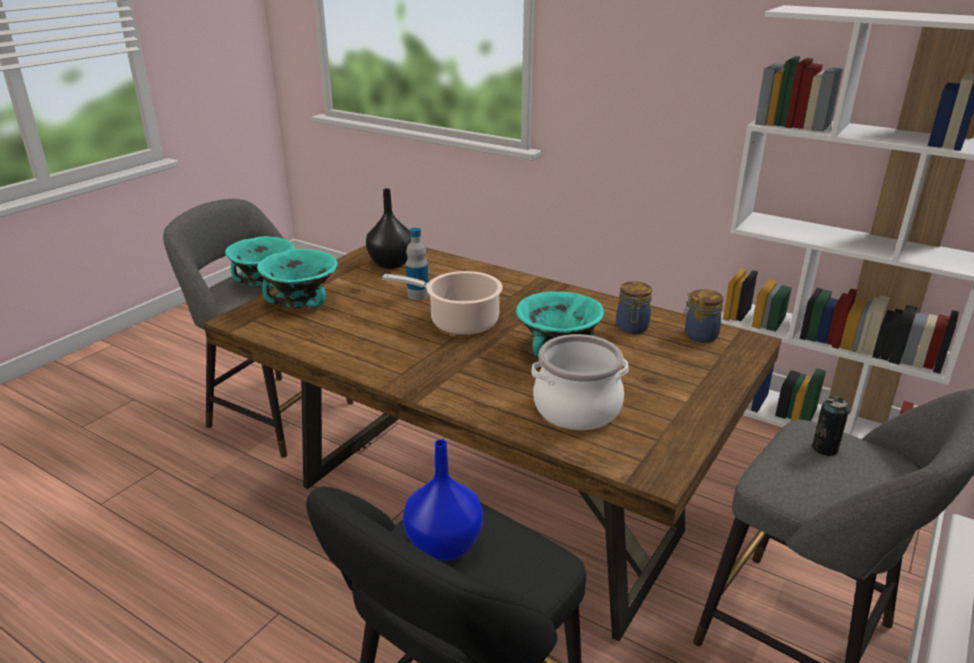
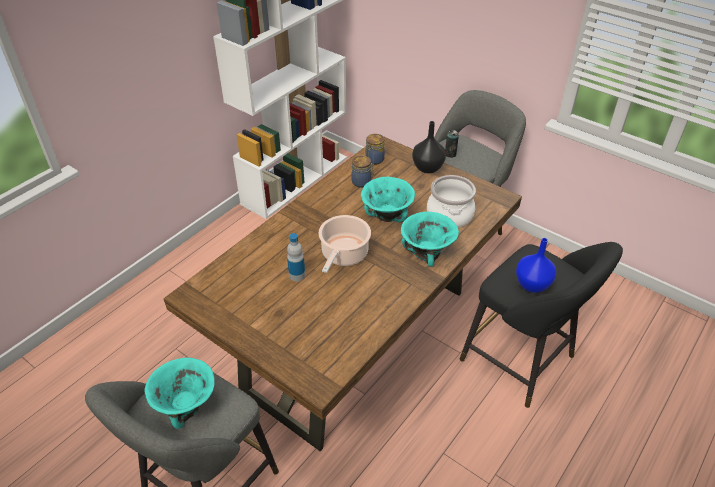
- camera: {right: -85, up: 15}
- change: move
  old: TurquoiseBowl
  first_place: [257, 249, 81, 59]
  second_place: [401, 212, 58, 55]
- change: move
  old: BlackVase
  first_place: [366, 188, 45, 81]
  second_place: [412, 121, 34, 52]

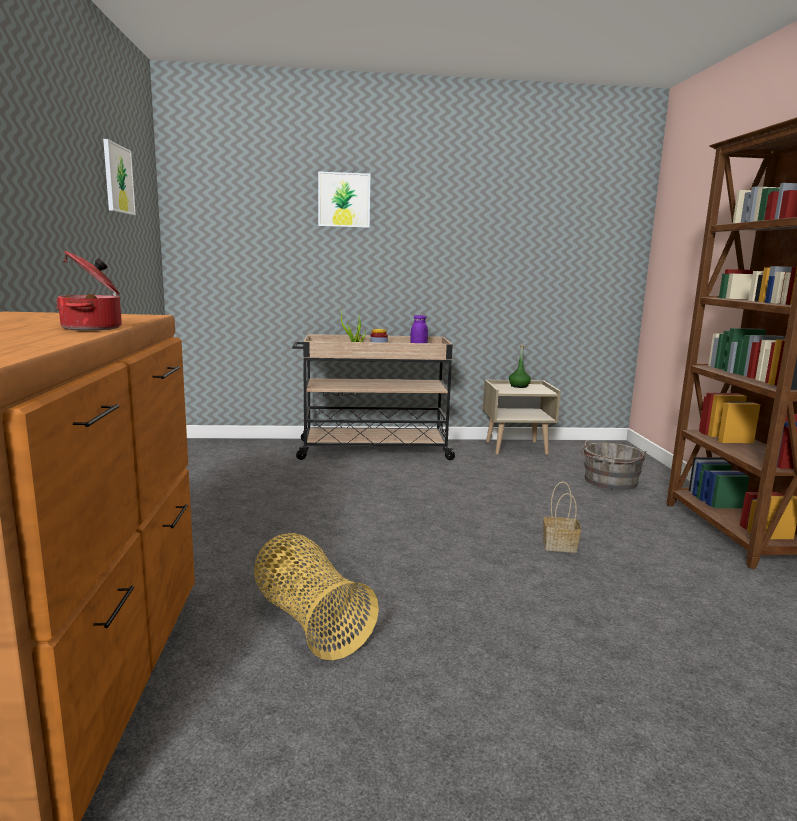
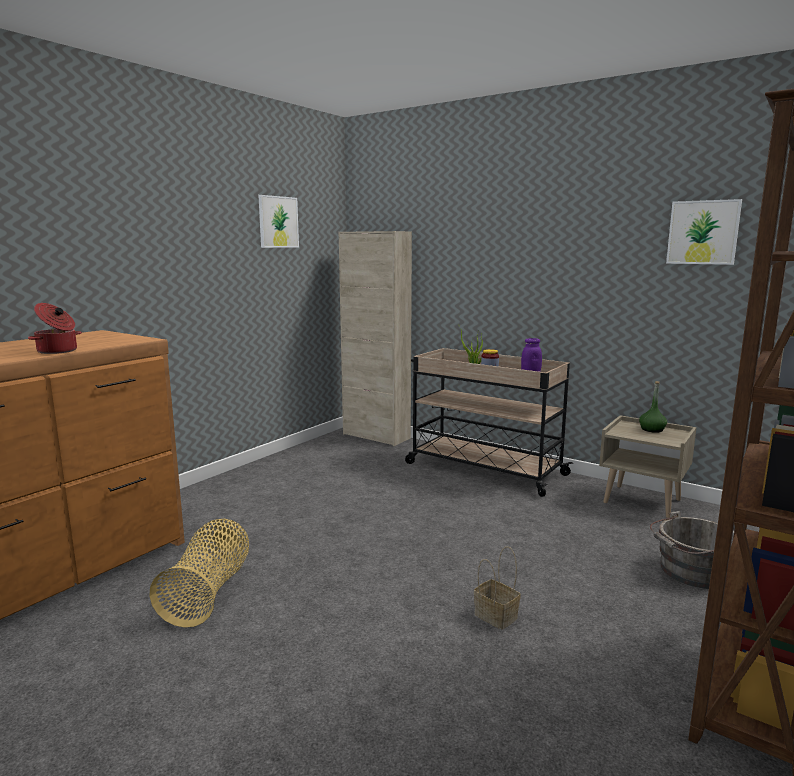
- camera: {right: 40, up: 0}
- change: insert
  new: BeigeCabinet
  second_place: [339, 231, 73, 215]
- change: move
  old: Picture
  first_place: [318, 171, 52, 57]
  second_place: [666, 199, 76, 66]

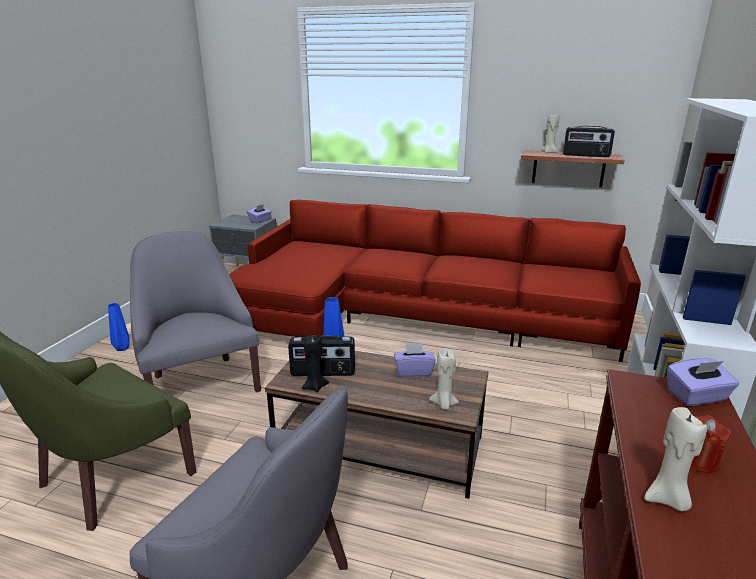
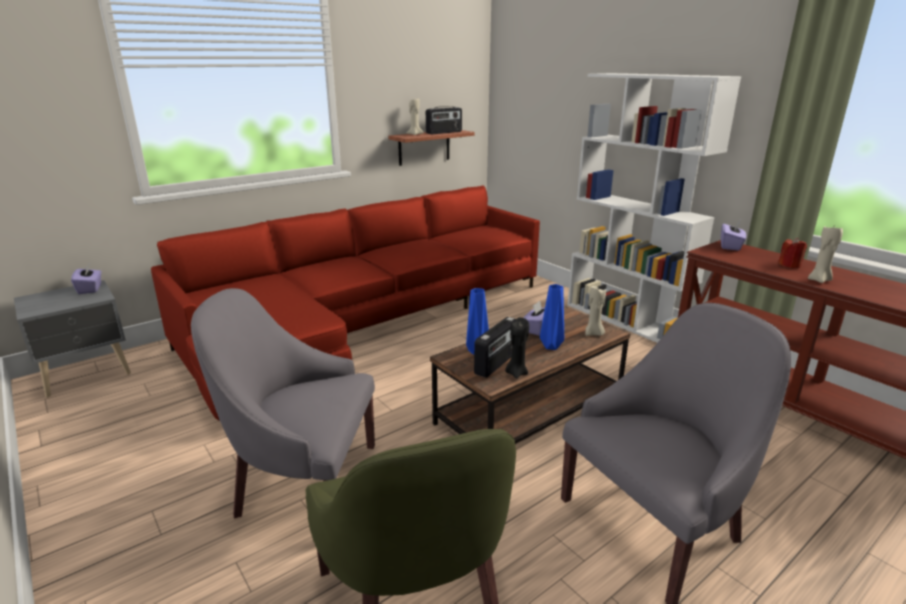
- camera: {right: -55, up: 0}
- change: move
  old: BlueVase
  first_place: [108, 303, 22, 48]
  second_place: [540, 284, 24, 66]

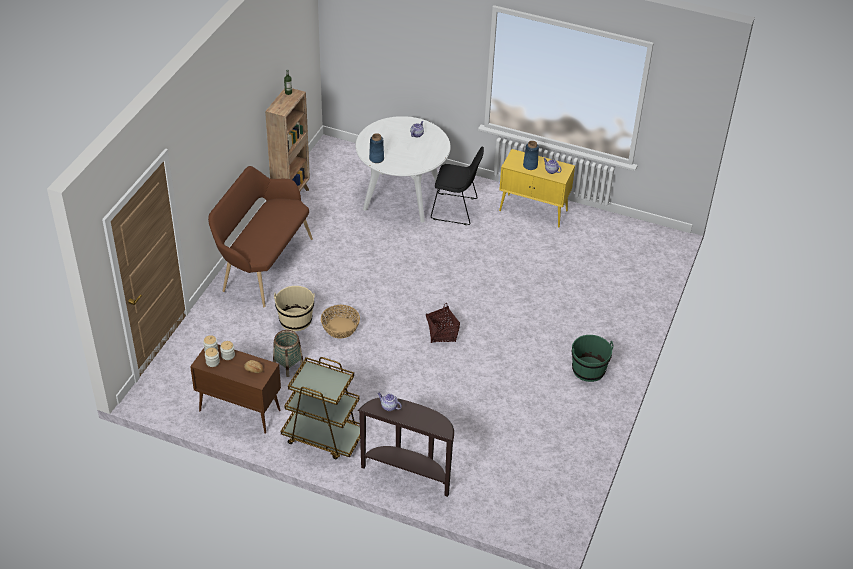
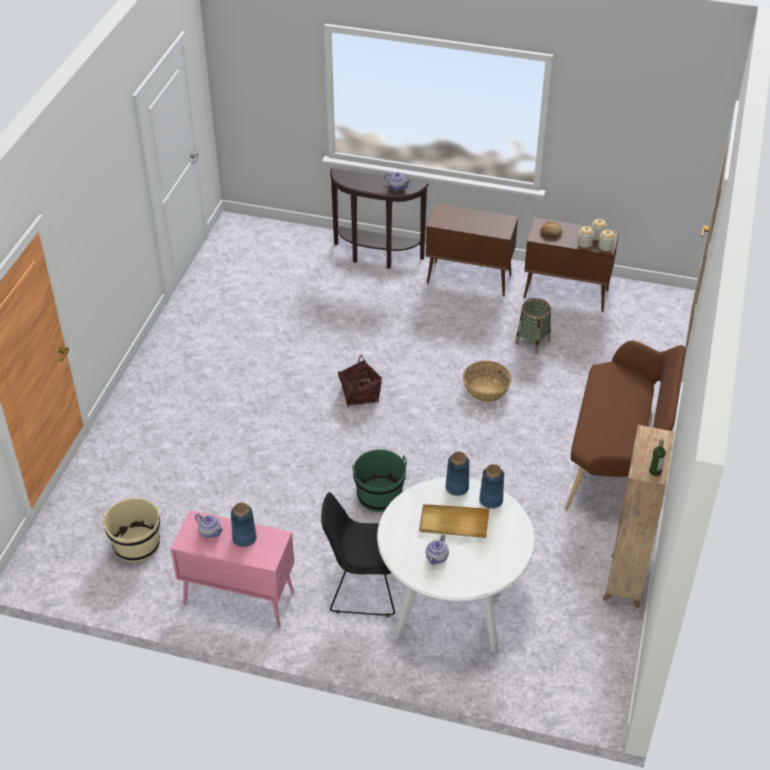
- camera: {right: 175, up: 0}
- change: move
  old: BeigeBucket
  first_place: [274, 286, 41, 45]
  second_place: [101, 498, 59, 64]
- change: recolor
  old: YellowCabinet
  new: PinkCabinet
  first_place: [499, 149, 76, 78]
  second_place: [170, 510, 124, 117]
- change: move
  old: GreenBucket
  first_place: [572, 335, 42, 47]
  second_place: [352, 449, 55, 63]
- change: insert
  new: BeigeTray
  second_place: [419, 504, 70, 34]
- change: replace
  old: BrownCart
  new: BrownCabinet
  first_place: [281, 357, 79, 102]
  second_place: [426, 203, 92, 94]
- change: insert
  new: BlueVase
  second_place: [445, 452, 24, 44]

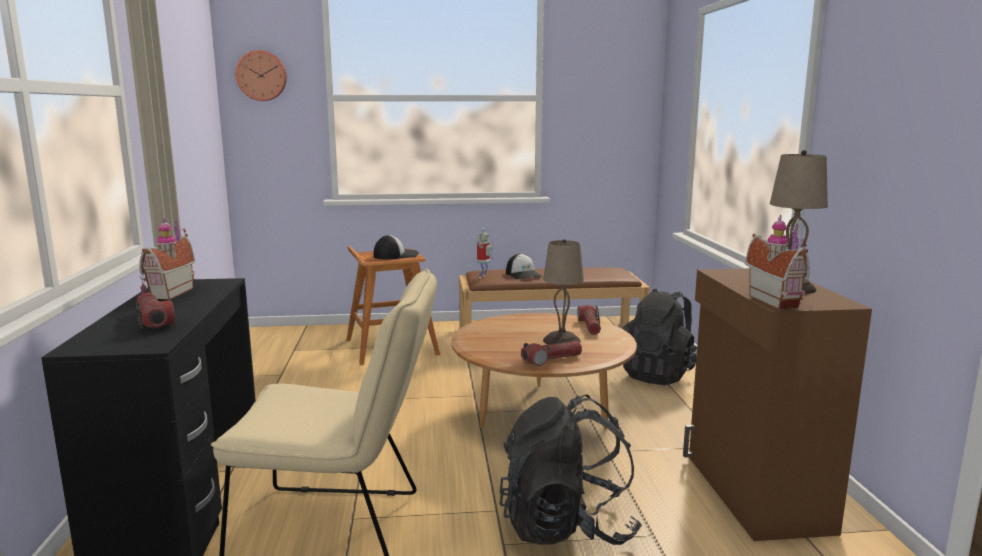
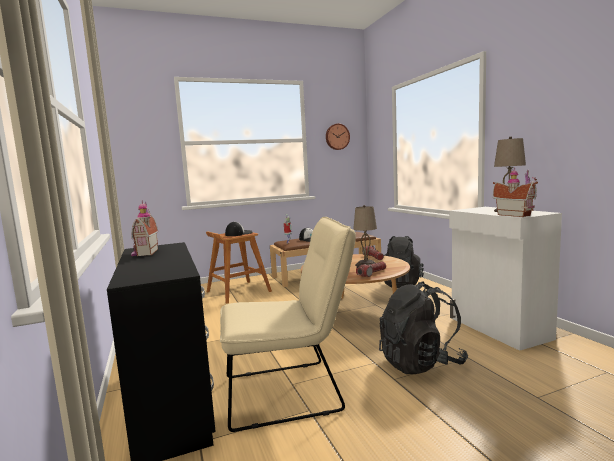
- camera: {right: -15, up: -5}
- change: move
  old: WallClock
  first_place: [235, 50, 52, 51]
  second_place: [326, 124, 24, 26]
- change: recolor
  old: BrownCabinet
  new: WhiteCabinet
  first_place: [683, 268, 189, 273]
  second_place: [449, 207, 113, 144]
- change: delete
  old: Flashlight
  first_place: [136, 293, 39, 36]

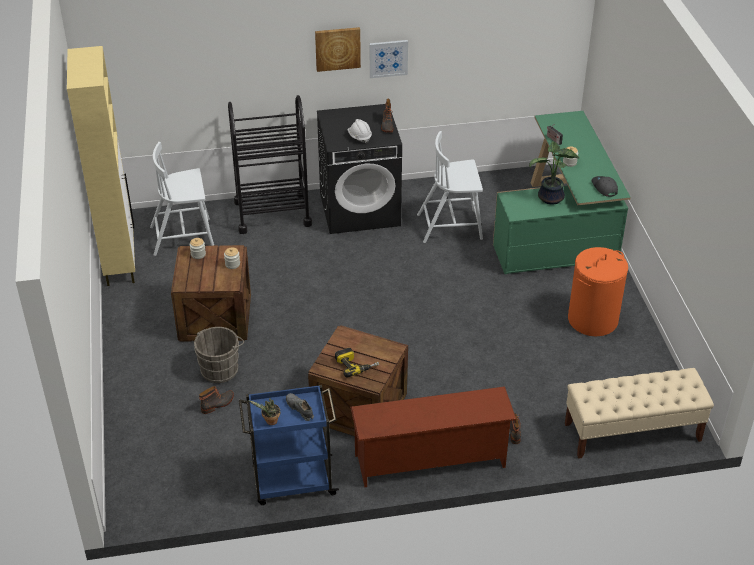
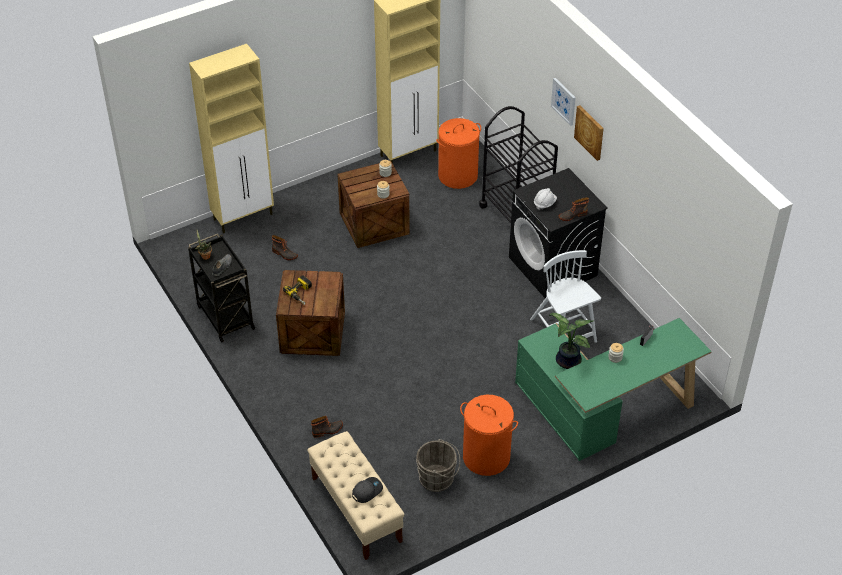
- camera: {right: 70, up: 5}
- change: recolor
  old: BlueCart
  new: BlackCart
  first_place: [239, 385, 100, 120]
  second_place: [188, 234, 67, 109]
- change: insert
  new: BeigeCabinet
  second_place: [189, 44, 85, 189]
- change: move
  old: GreyCap
  first_place: [592, 176, 26, 21]
  second_place: [352, 477, 31, 26]
- change: move
  old: GreyBucket
  first_place: [194, 327, 50, 56]
  second_place: [416, 439, 44, 53]
- change: replace
  old: WhiteChair
  new: OrangeLaundryBasket
  first_place: [150, 142, 64, 114]
  second_place: [436, 118, 45, 71]
- change: move
  old: Picture
  first_place: [370, 40, 38, 38]
  second_place: [551, 78, 25, 48]
- change: delete
  old: BrownShoeRack
  first_place: [350, 387, 167, 100]

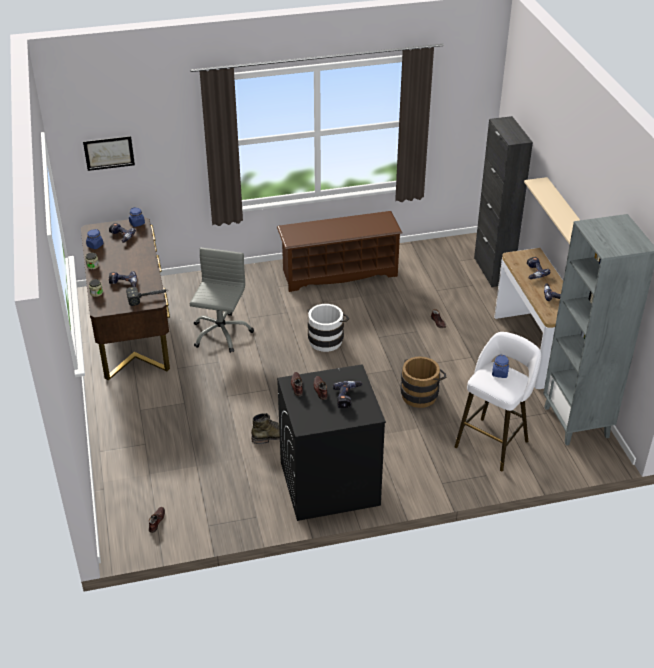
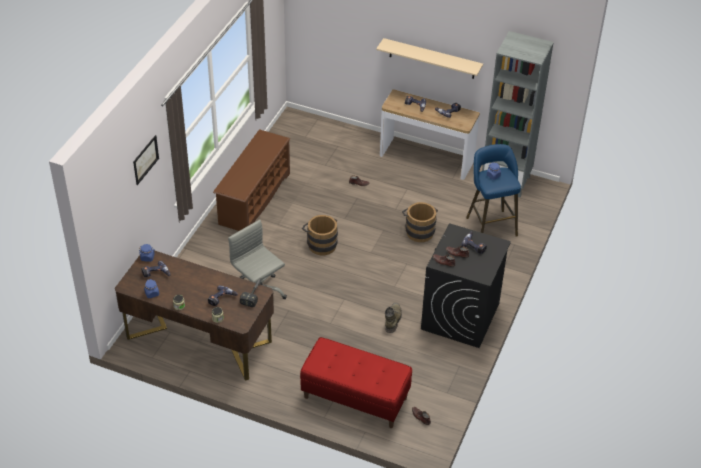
- camera: {right: -55, up: 5}
- change: move
  old: Picture
  first_place: [83, 136, 52, 35]
  second_place: [133, 135, 26, 50]
- change: insert
  new: RedBench
  second_place: [300, 337, 112, 91]
- change: recolor
  old: WhiteBucket
  new: BrownBucket
  first_place: [307, 304, 42, 48]
  second_place: [302, 215, 36, 40]
- change: recolor
  old: WhiteStool
  new: BlueStool
  first_place: [454, 332, 87, 140]
  second_place: [466, 144, 55, 93]
- change: delete
  old: BlackCabinet
  first_place: [474, 116, 59, 171]

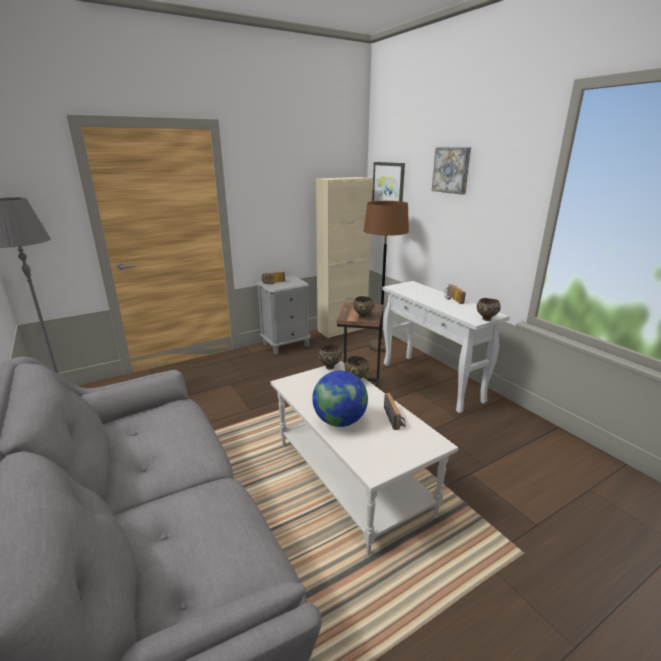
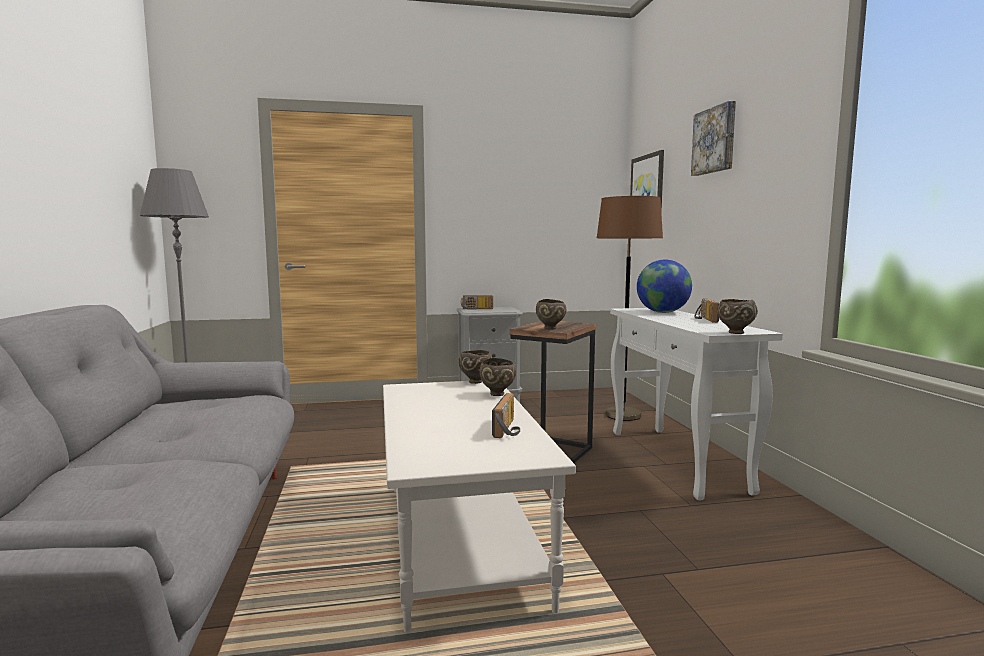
- camera: {right: 20, up: -15}
- change: move
  old: Globe
  first_place: [312, 371, 56, 56]
  second_place: [637, 260, 55, 53]
- change: delete
  old: BeigeCabinet
  first_place: [316, 177, 57, 161]

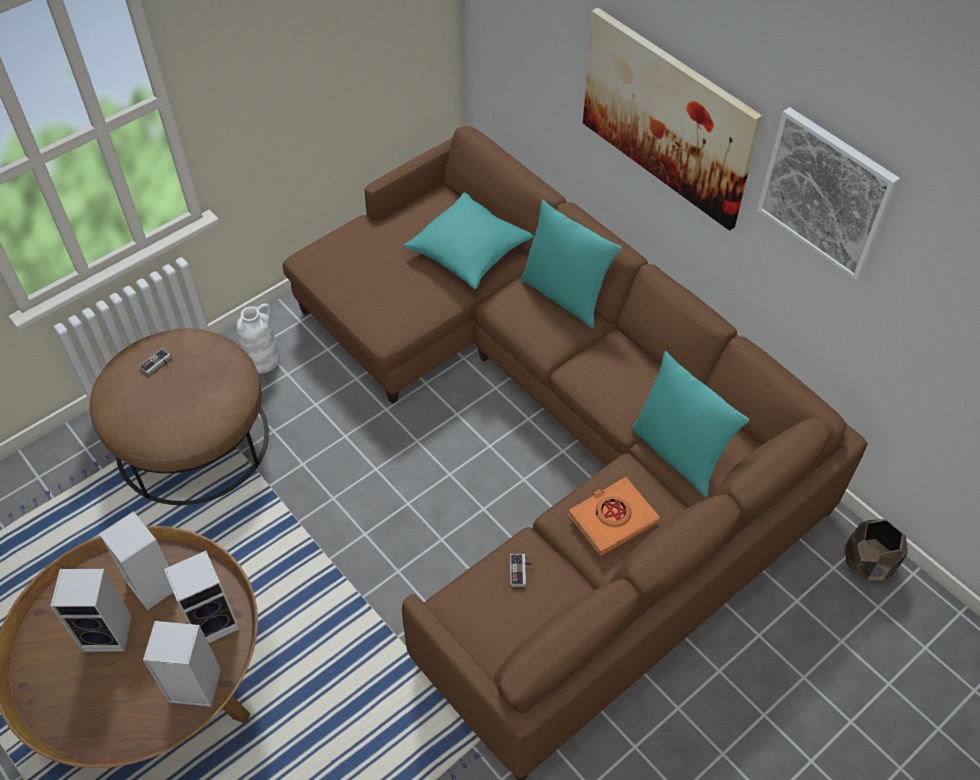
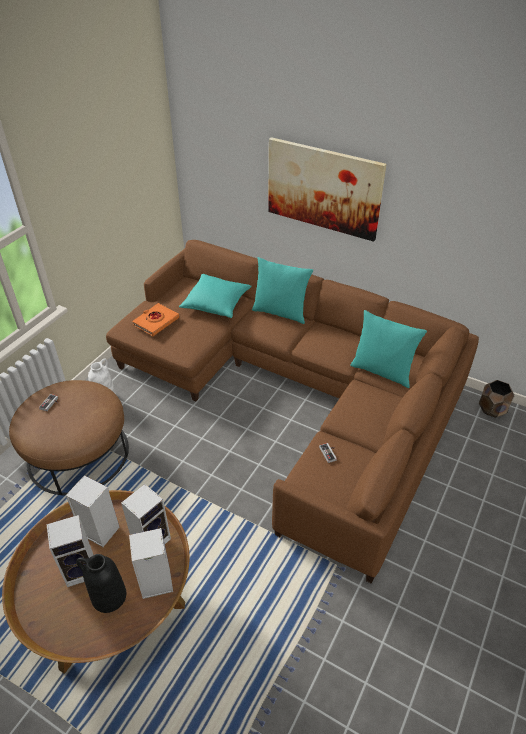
- camera: {right: -20, up: -10}
- change: insert
  new: BlackVase
  second_place: [76, 554, 50, 59]
- change: move
  old: OrangeBook
  first_place: [568, 477, 92, 79]
  second_place: [132, 303, 47, 33]
- change: delete
  old: Picture
  first_place: [757, 107, 143, 173]

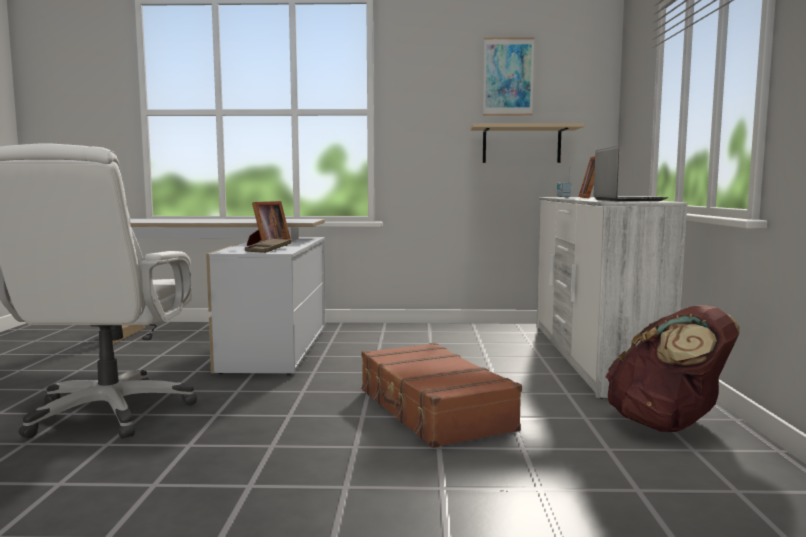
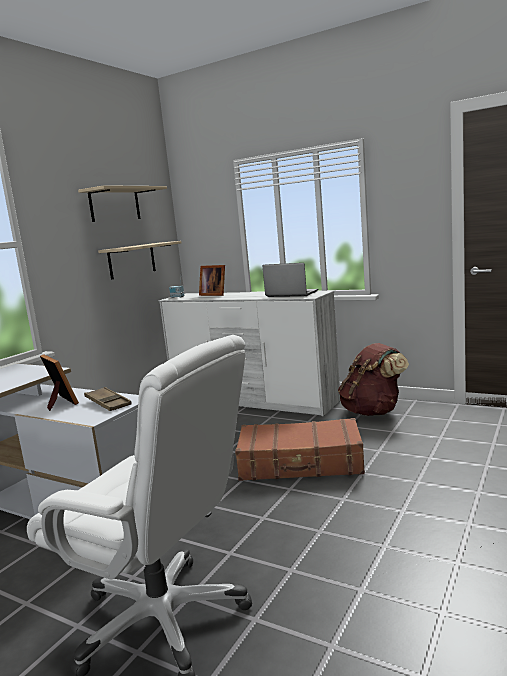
- camera: {right: -60, up: 5}
- change: replace
  old: Picture
  new: BeigeShelf
  first_place: [483, 37, 51, 78]
  second_place: [78, 185, 89, 37]

